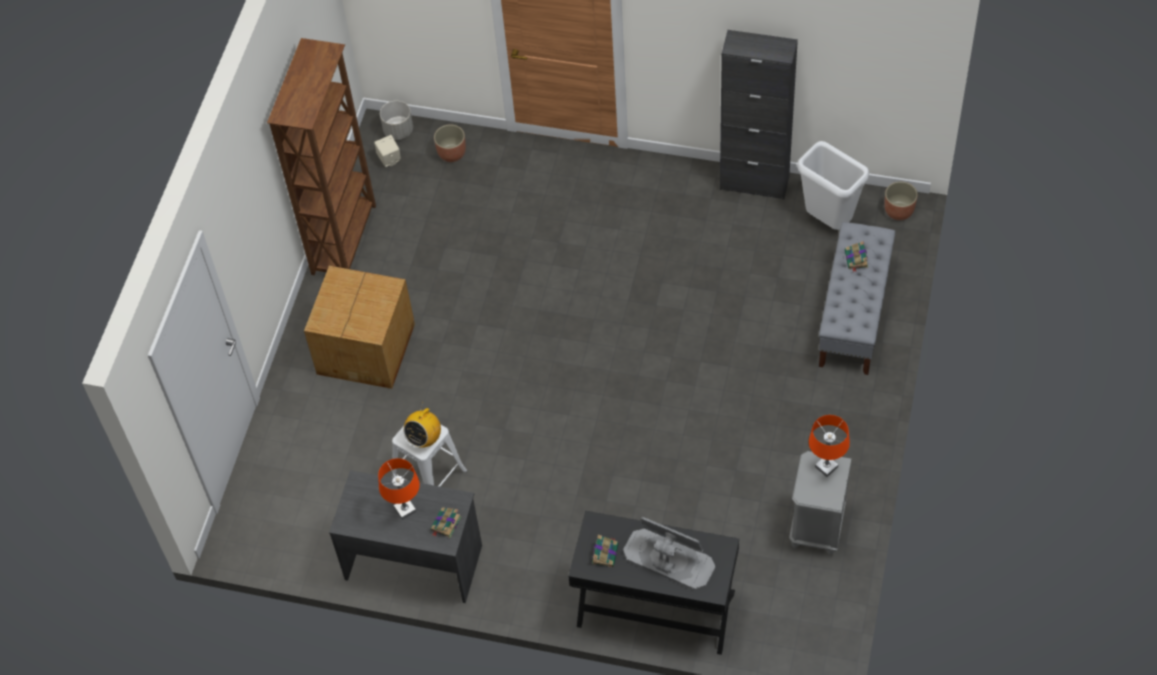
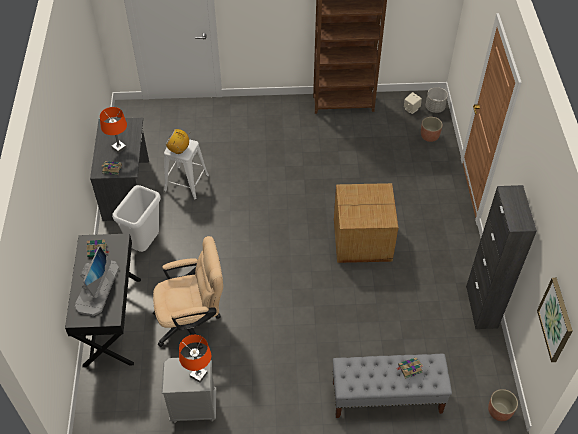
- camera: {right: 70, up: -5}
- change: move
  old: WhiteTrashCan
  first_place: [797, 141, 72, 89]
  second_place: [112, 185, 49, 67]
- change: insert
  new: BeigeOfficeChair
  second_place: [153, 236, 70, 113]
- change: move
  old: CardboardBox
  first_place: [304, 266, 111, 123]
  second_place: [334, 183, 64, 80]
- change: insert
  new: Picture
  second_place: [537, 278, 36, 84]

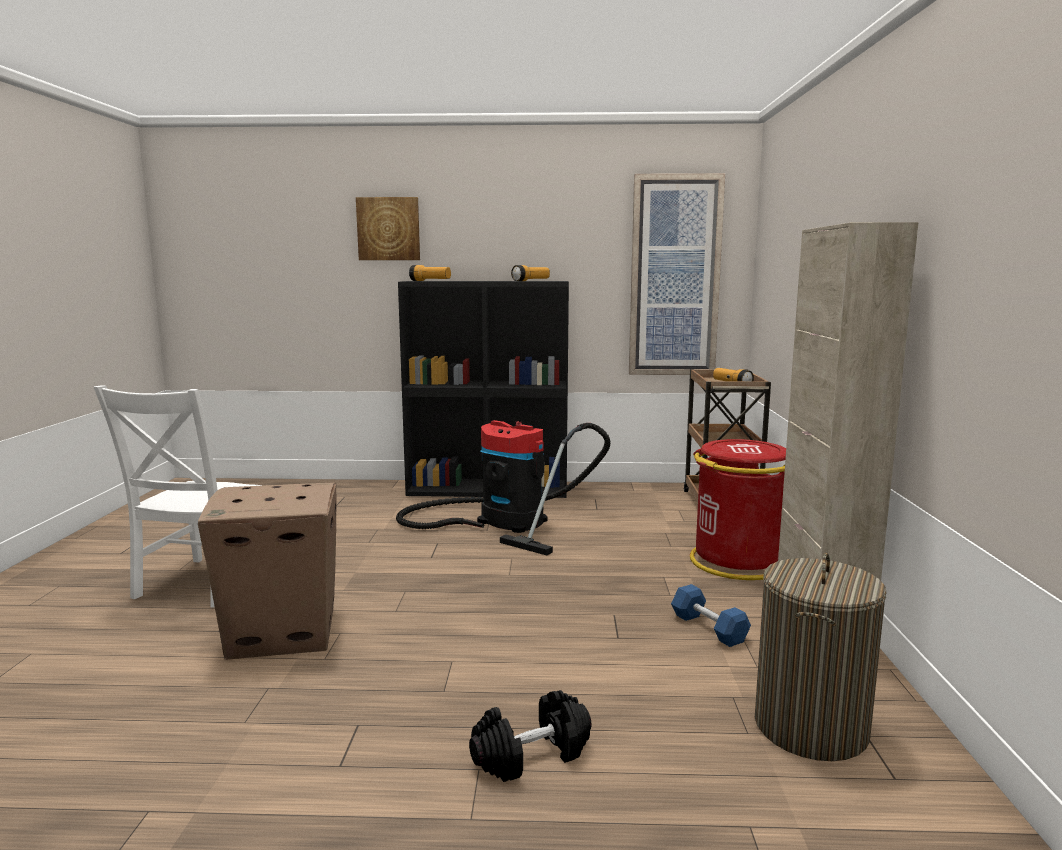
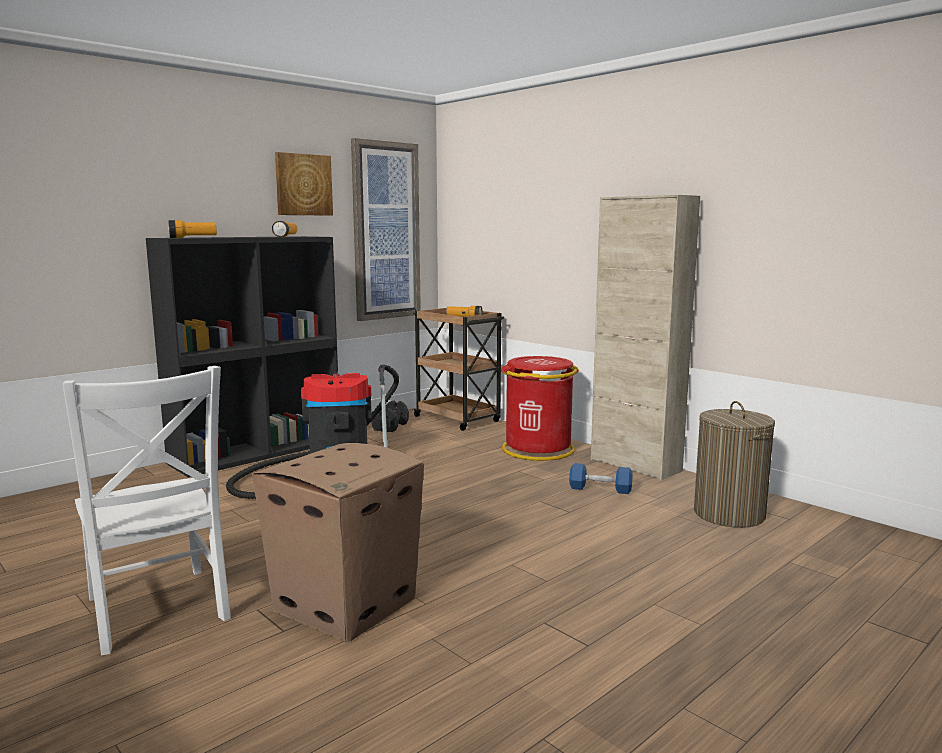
- camera: {right: -45, up: 0}
- change: move
  old: Picture
  first_place: [356, 197, 64, 63]
  second_place: [275, 152, 58, 64]
- change: move
  old: BlackDumbbell
  first_place: [469, 690, 122, 92]
  second_place: [372, 400, 37, 32]

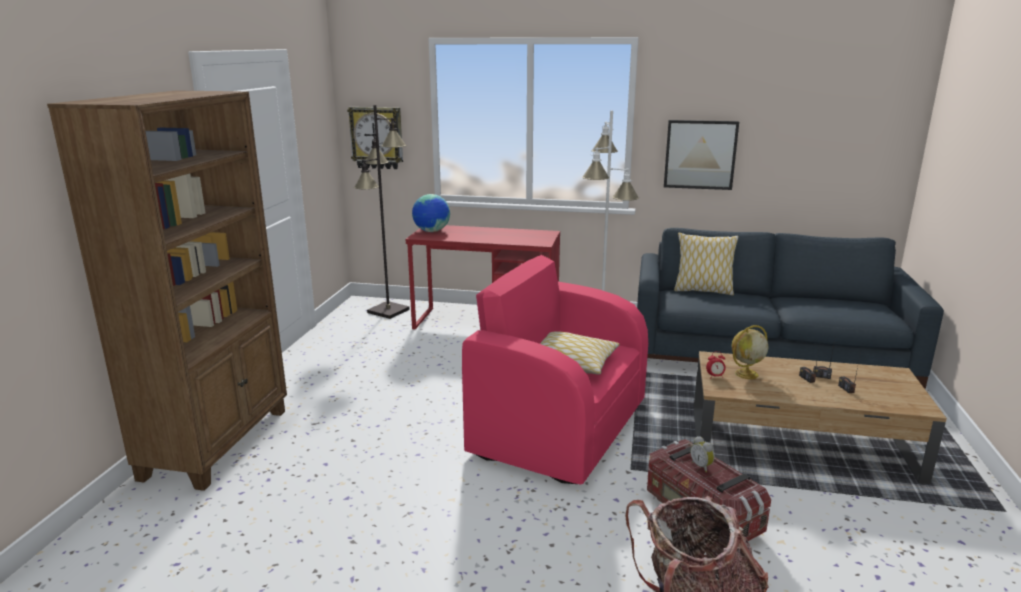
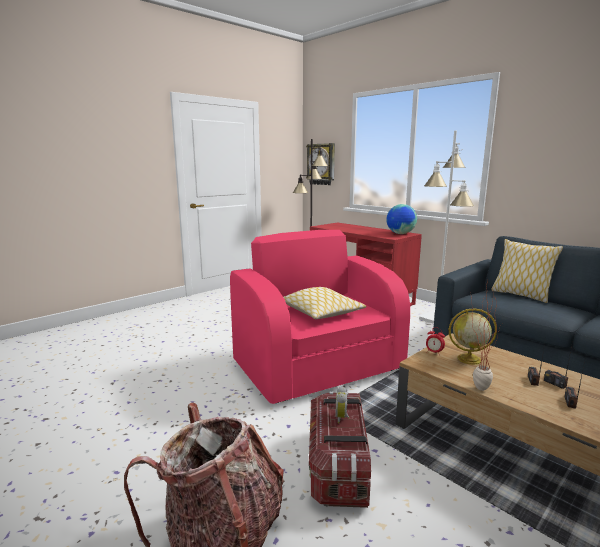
- camera: {right: 35, up: -5}
- change: move
  old: Globe
  first_place: [412, 194, 38, 38]
  second_place: [386, 204, 31, 30]
- change: insert
  new: PottedPlant
  second_place: [471, 281, 29, 110]
- change: delete
  old: BrownBookcase
  first_place: [47, 91, 240, 400]
- change: delete
  old: Picture
  first_place: [664, 120, 75, 70]

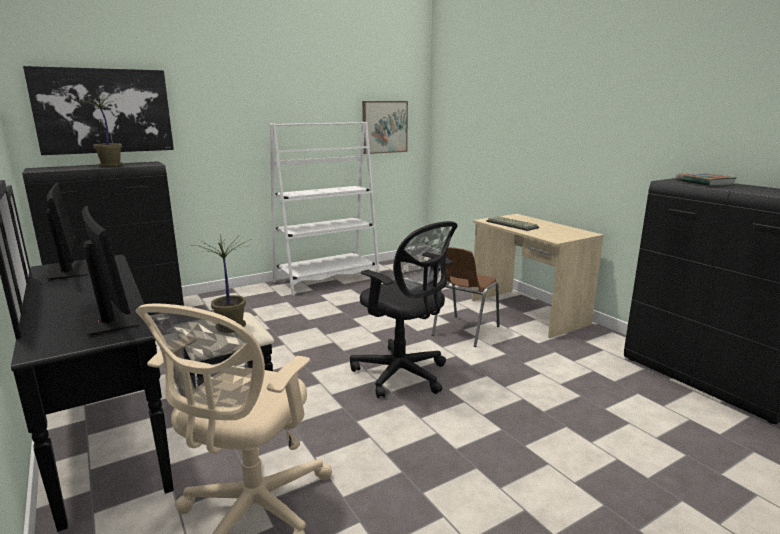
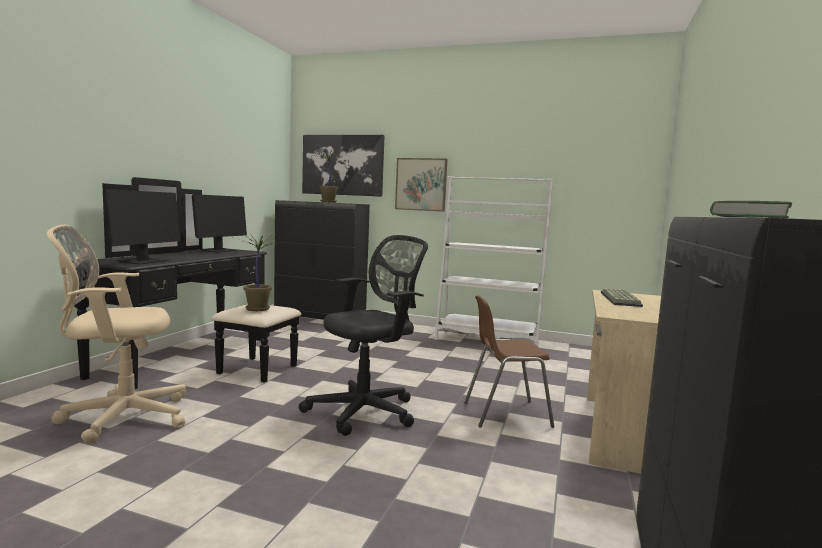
- camera: {right: 50, up: -10}
- change: rotate
  old: BlackOfficeChair
  first_place: [350, 221, 108, 177]
  second_place: [299, 235, 129, 201]
  degrees: -135
- change: move
  old: Picture
  first_place: [362, 101, 46, 53]
  second_place: [395, 158, 53, 54]

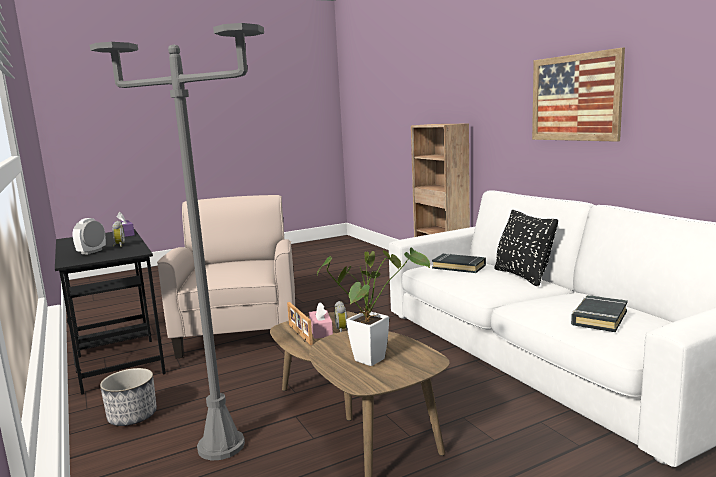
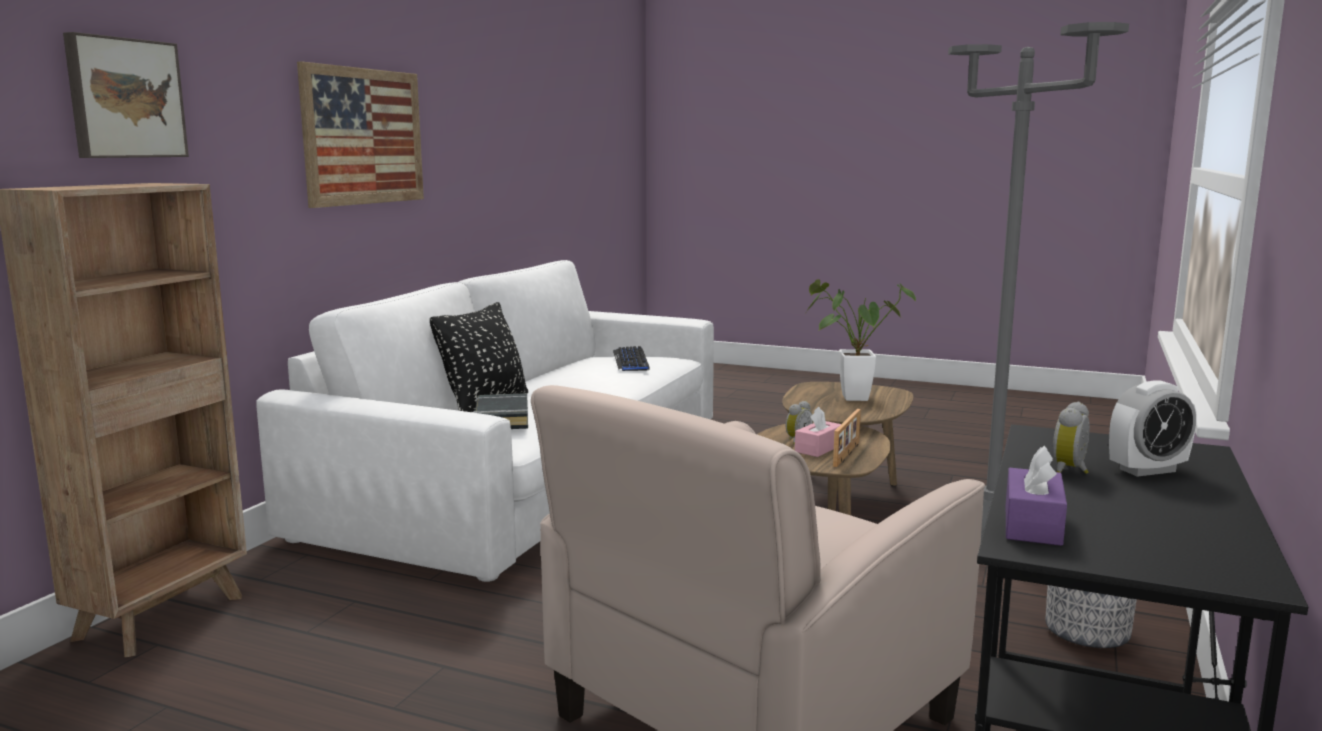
- camera: {right: -130, up: 0}
- change: insert
  new: Picture
  second_place: [63, 32, 126, 126]
- change: replace
  old: BlackBook
  new: Keyboard
  first_place: [571, 295, 57, 37]
  second_place: [613, 346, 37, 25]

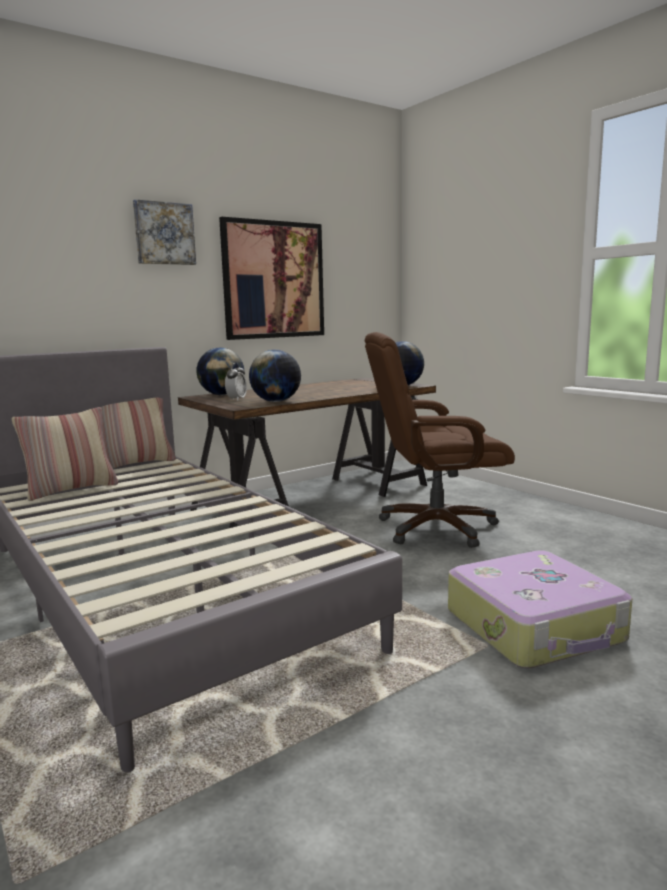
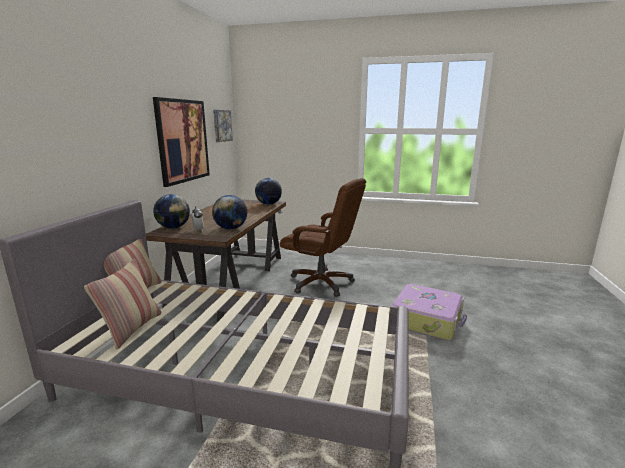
- camera: {right: -40, up: 5}
- change: move
  old: Picture
  first_place: [133, 199, 63, 66]
  second_place: [213, 110, 20, 32]
- change: rotate
  old: BrownOfficeChair
  first_place: [365, 332, 150, 216]
  second_place: [280, 178, 86, 119]
  degrees: -105

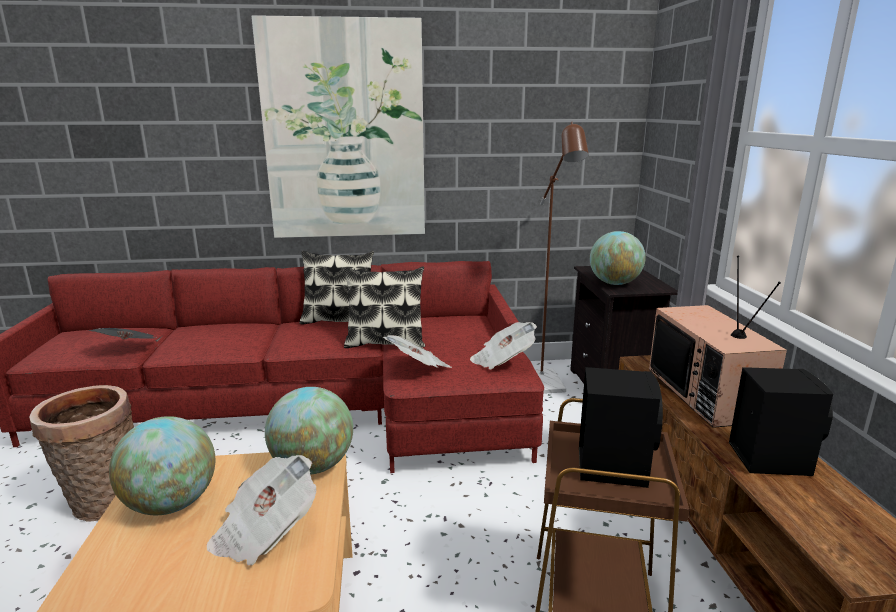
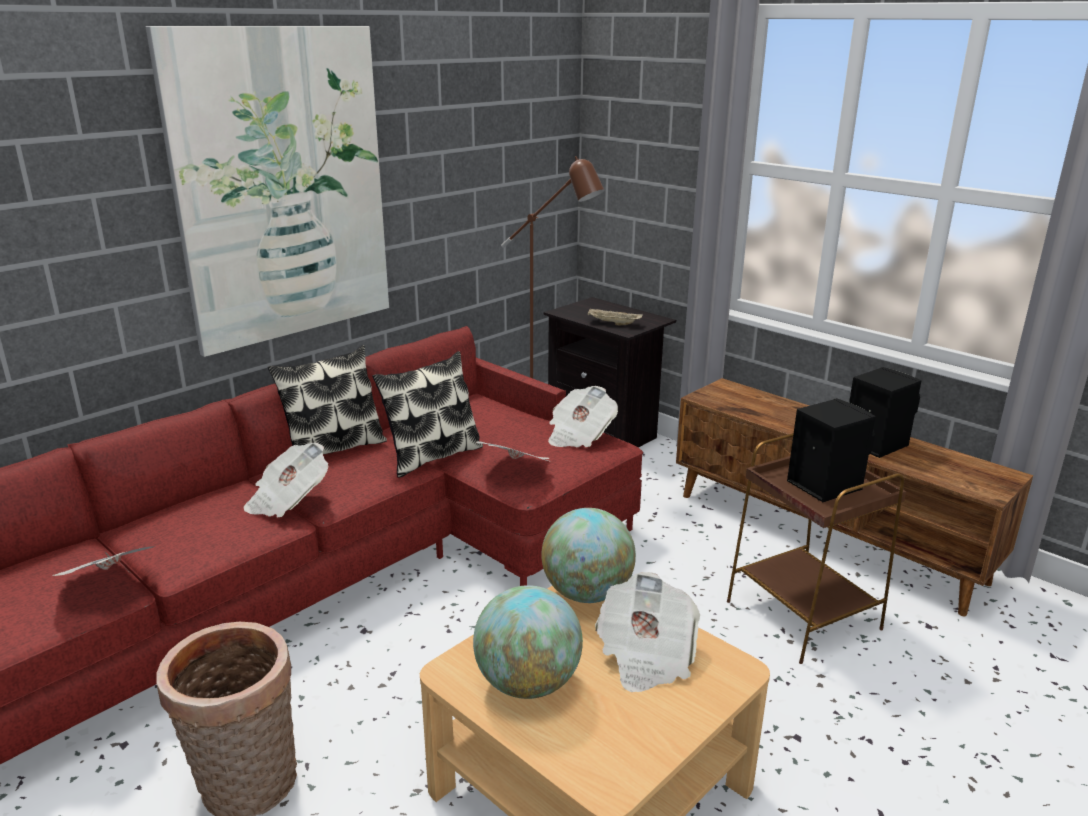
- camera: {right: -40, up: 5}
- change: insert
  new: Newspaper
  second_place: [243, 442, 85, 76]
- change: replace
  old: Globe
  new: BeigeTray
  first_place: [590, 231, 56, 54]
  second_place: [588, 308, 55, 18]
- change: delete
  old: Television
  first_place: [649, 256, 138, 172]

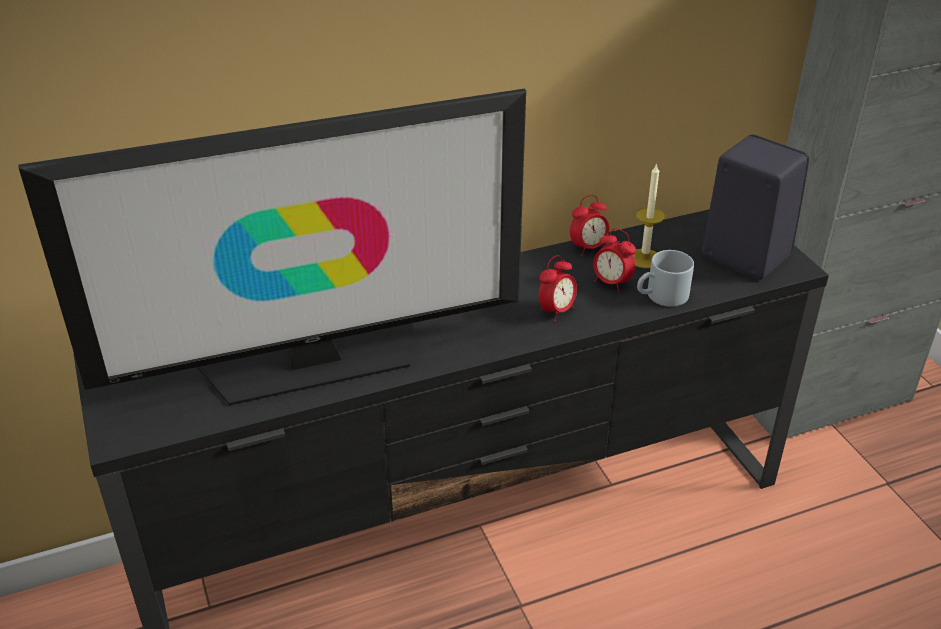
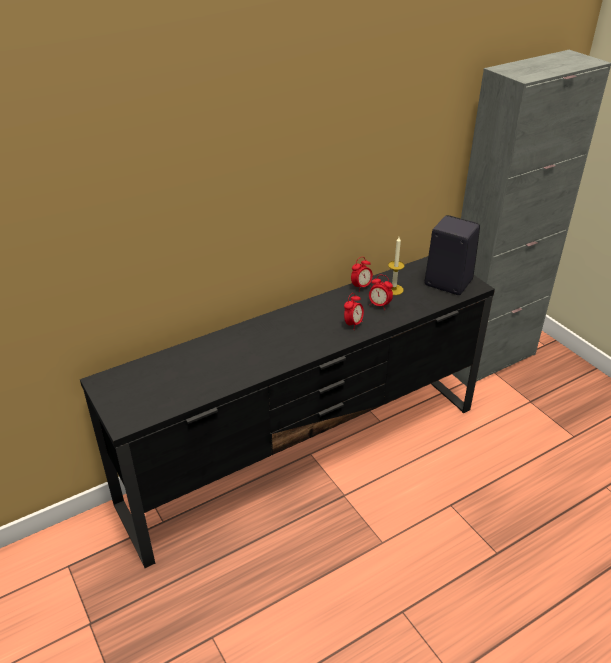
- camera: {right: -10, up: 0}
- change: delete
  old: Television
  first_place: [18, 89, 508, 316]
- change: delete
  old: GreyMug
  first_place: [637, 250, 57, 57]

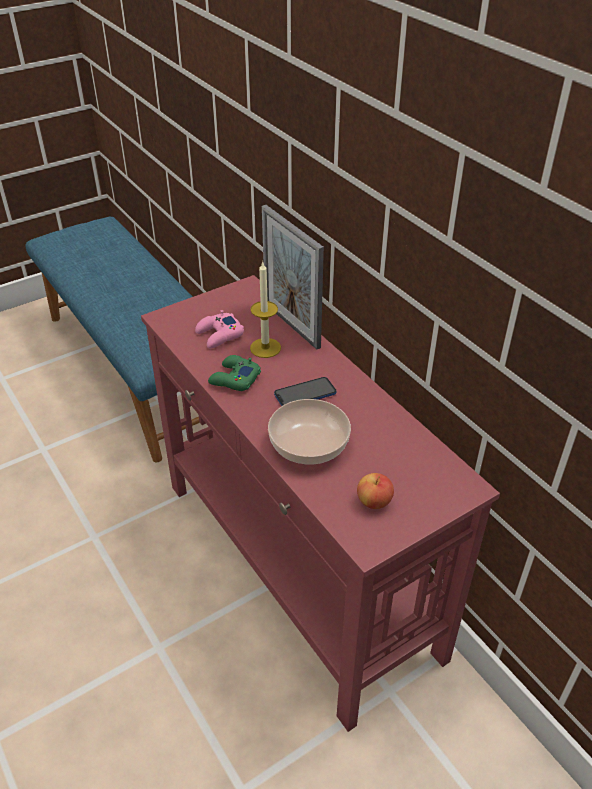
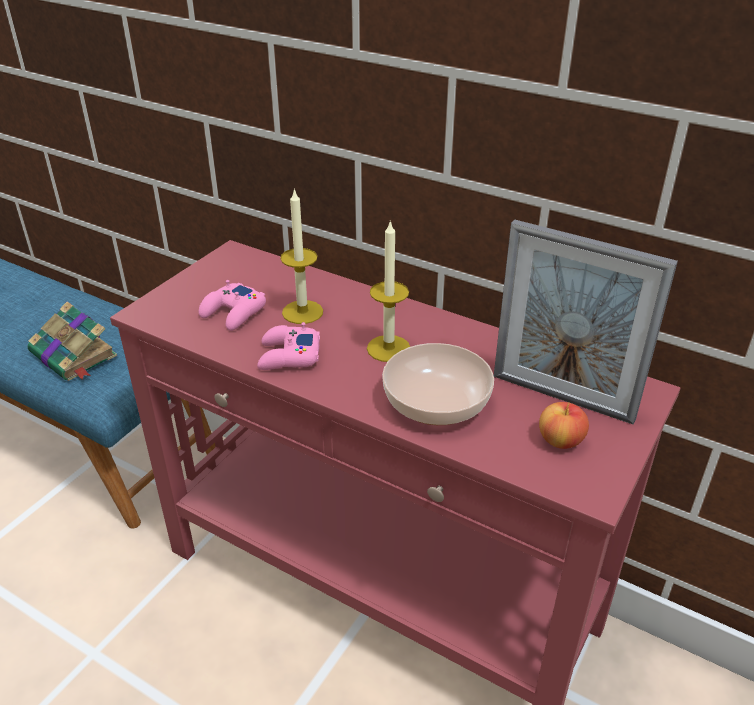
- camera: {right: -25, up: -5}
- change: insert
  new: Book
  second_place: [28, 301, 89, 80]
- change: recolor
  old: GreenGameController
  new: PinkGameController
  first_place: [208, 355, 53, 36]
  second_place: [257, 322, 63, 48]
- change: replace
  old: Phone
  new: Candle
  first_place: [274, 377, 62, 29]
  second_place: [367, 221, 43, 141]
- change: move
  old: PictureFrame
  first_place: [262, 205, 62, 145]
  second_place: [494, 219, 184, 206]

